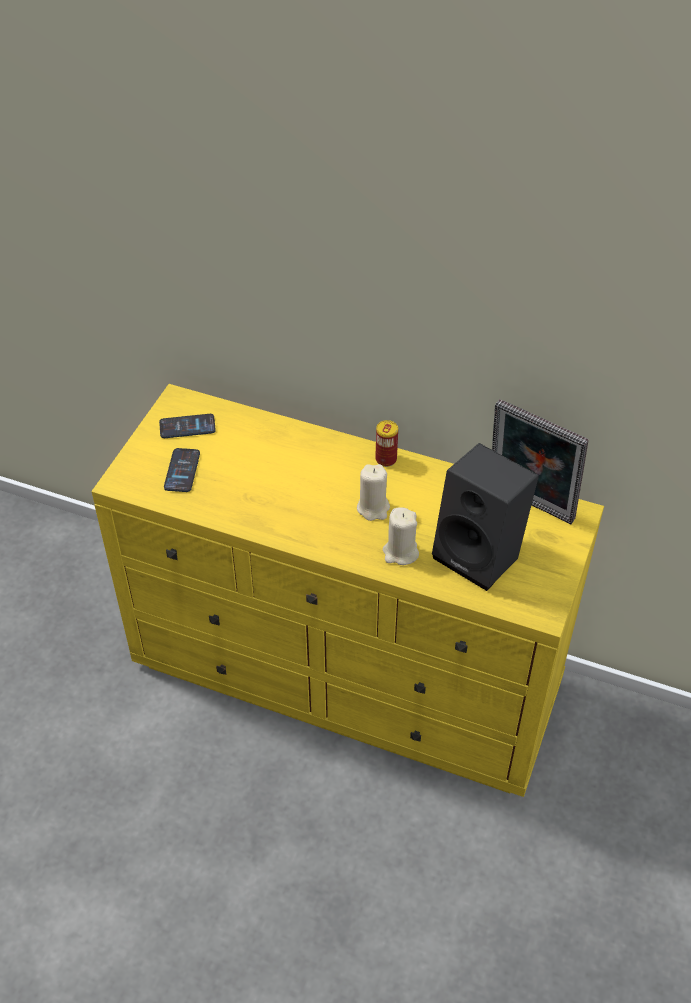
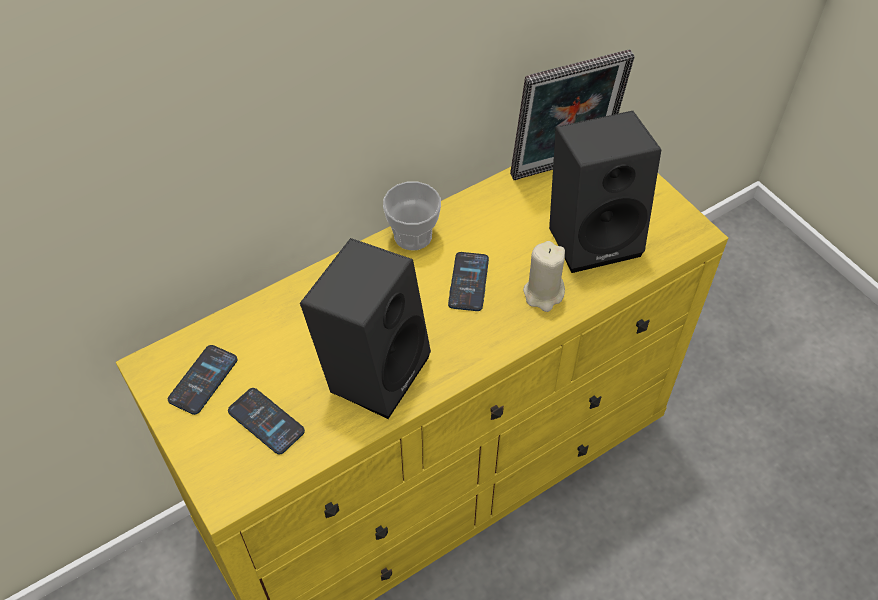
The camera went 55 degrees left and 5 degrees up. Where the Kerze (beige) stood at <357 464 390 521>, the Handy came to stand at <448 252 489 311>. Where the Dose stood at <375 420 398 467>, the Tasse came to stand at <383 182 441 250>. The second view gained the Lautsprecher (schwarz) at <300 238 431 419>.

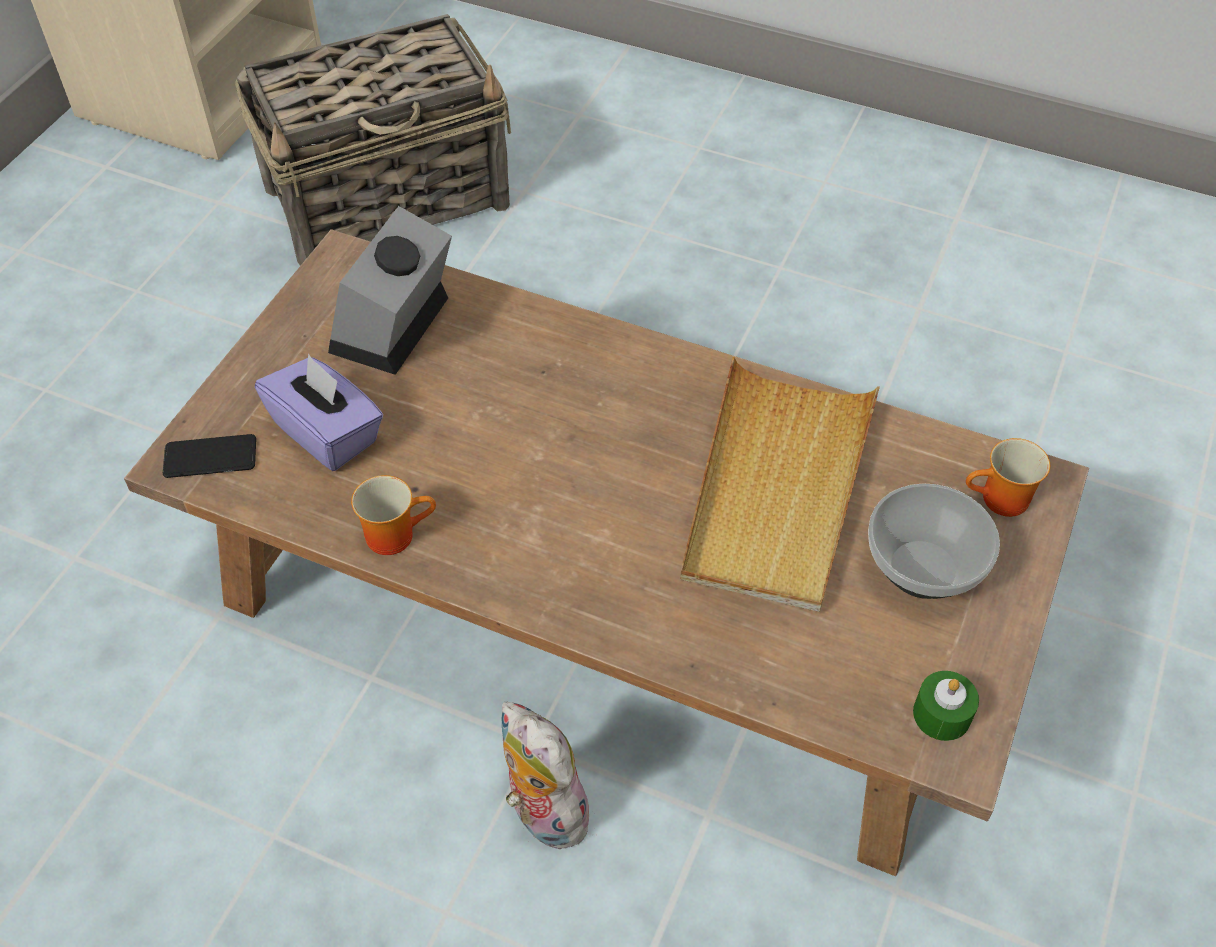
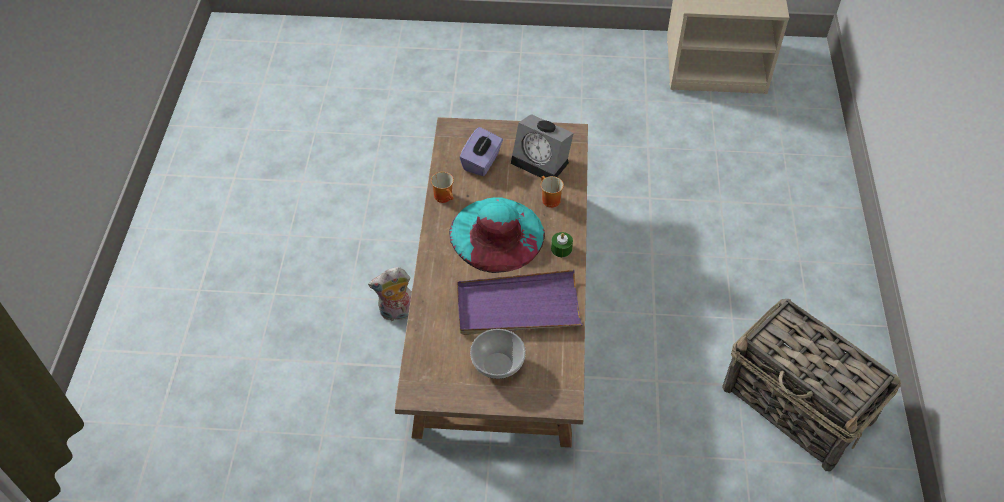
The camera went 70 degrees right and 0 degrees up. The second view lost the Handy at <163 434 256 478>. The Korb ended up elsewhere, having gone from <235 14 511 266> to <722 299 901 472>. The Wecker at <328 206 452 375> ended up facing another way, 150 degrees counterclockwise from before. The Plüschtier at <501 702 590 849> ended up facing another way, 135 degrees counterclockwise from before. What was the Tablett (beige) at <680 357 880 612> turned into the Tablett (lila) at <457 270 583 335>. The Kerze (grün) ended up elsewhere, having gone from <913 671 979 741> to <551 232 573 257>. The Henkelbecher ended up elsewhere, having gone from <966 438 1050 517> to <541 176 564 208>. The second view gained the Hut (türkis) at <449 197 545 273>.

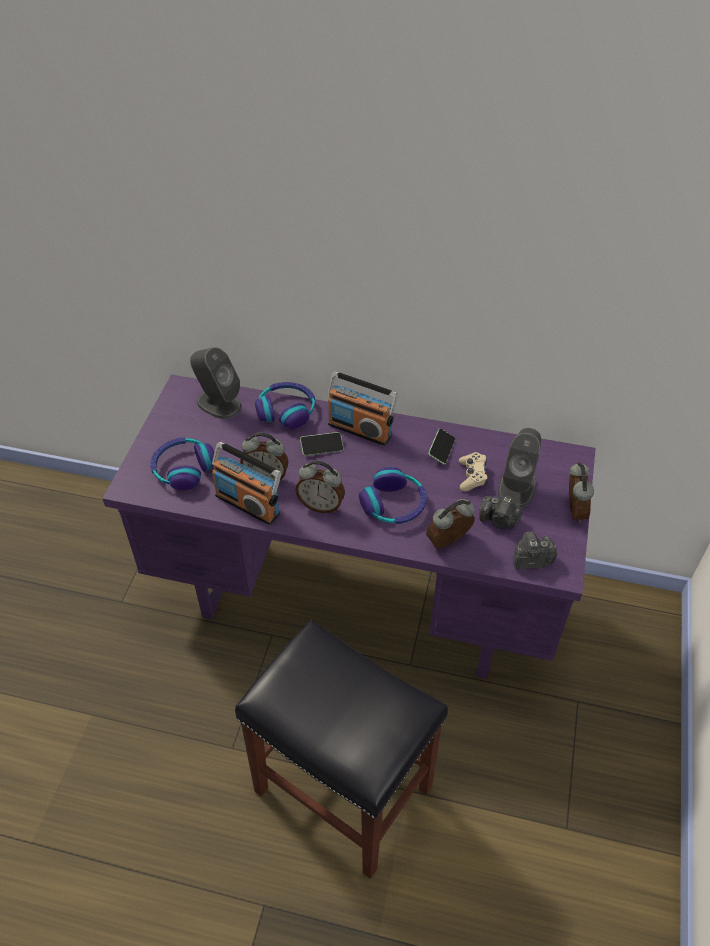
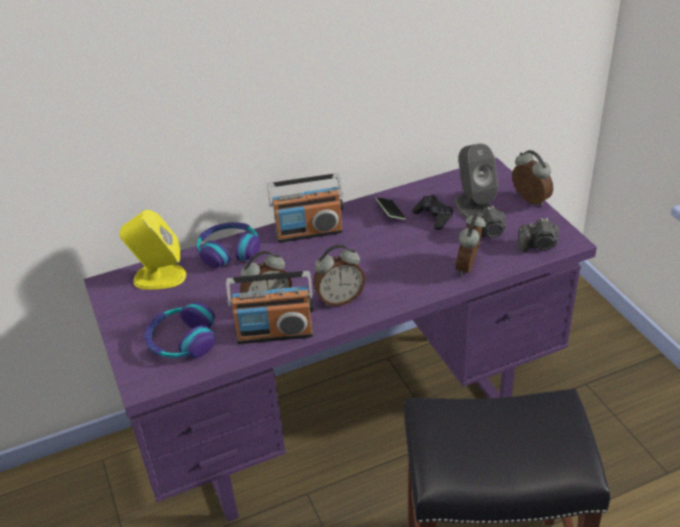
The camera went 35 degrees left and 10 degrees down. What was the Lautsprecher (grau) at <190 347 242 419> turned into the Lautsprecher (gelb) at <120 210 186 290>. The second view lost the Handy at <300 432 344 456>. The second view lost the Kopfhörer at <359 467 427 524>. What was the Gamepad (beige) at <459 452 488 491> turned into the Gamepad (schwarz) at <412 195 453 230>. The Kamera at <513 531 557 570> ended up facing another way, 135 degrees counterclockwise from before.

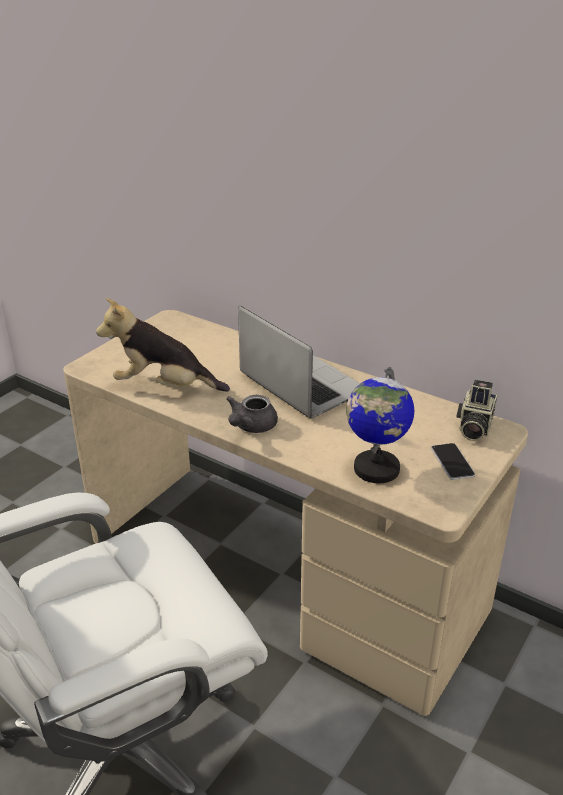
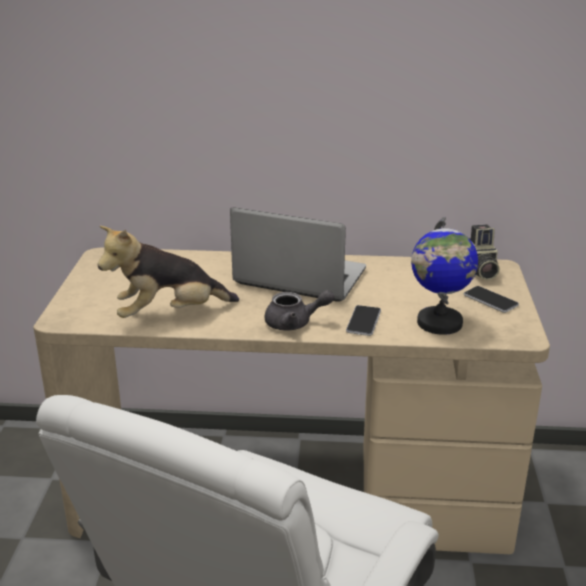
The camera went 30 degrees left and 5 degrees down. The Teekanne (grau) at <226 395 278 433> ended up facing another way, 90 degrees counterclockwise from before. The second view gained the Handy at <346 305 381 336>.

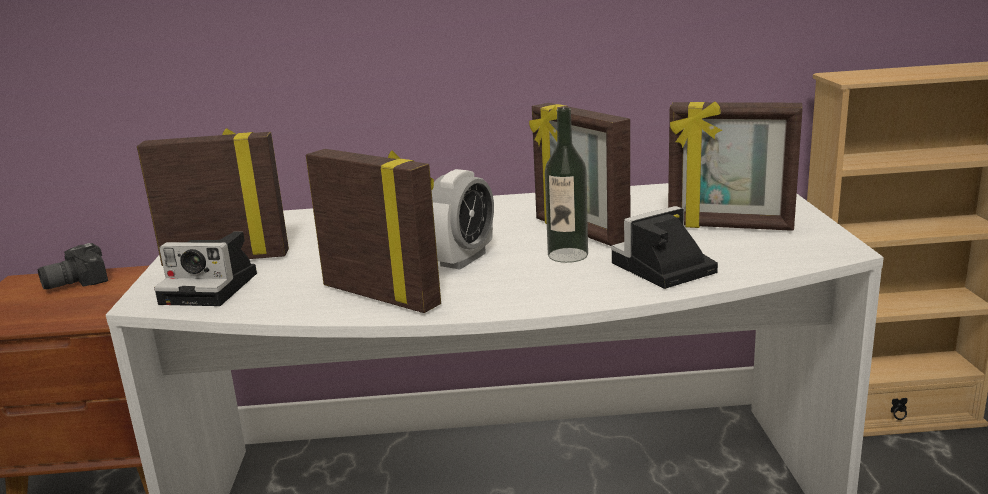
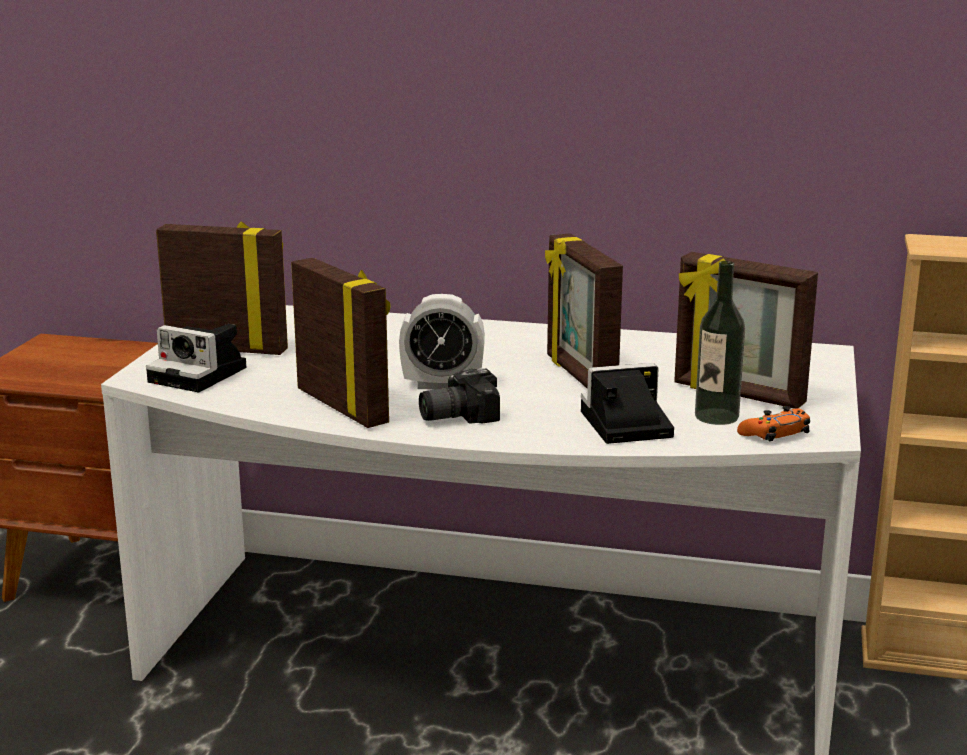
The camera went 15 degrees right and 0 degrees up. The Kamera ended up elsewhere, having gone from <38 243 108 290> to <419 368 500 424>. The Wecker at <432 169 494 270> ended up facing another way, 45 degrees clockwise from before. The Flasche ended up elsewhere, having gone from <545 108 588 263> to <695 261 745 425>. The second view gained the Gamepad (orange) at <737 406 810 442>.

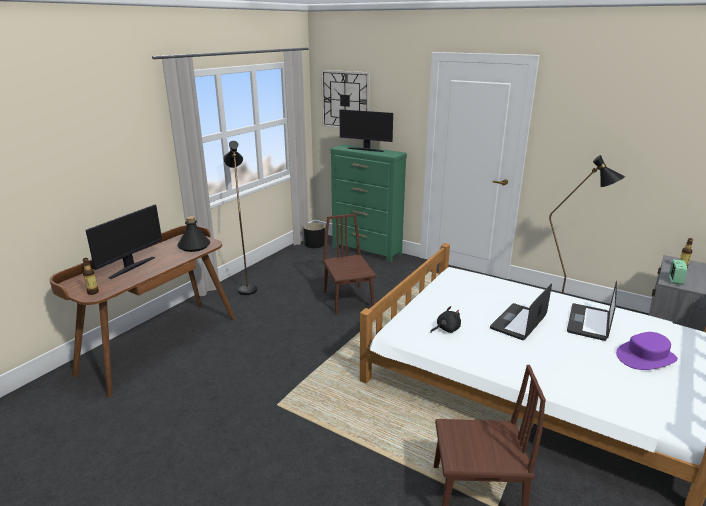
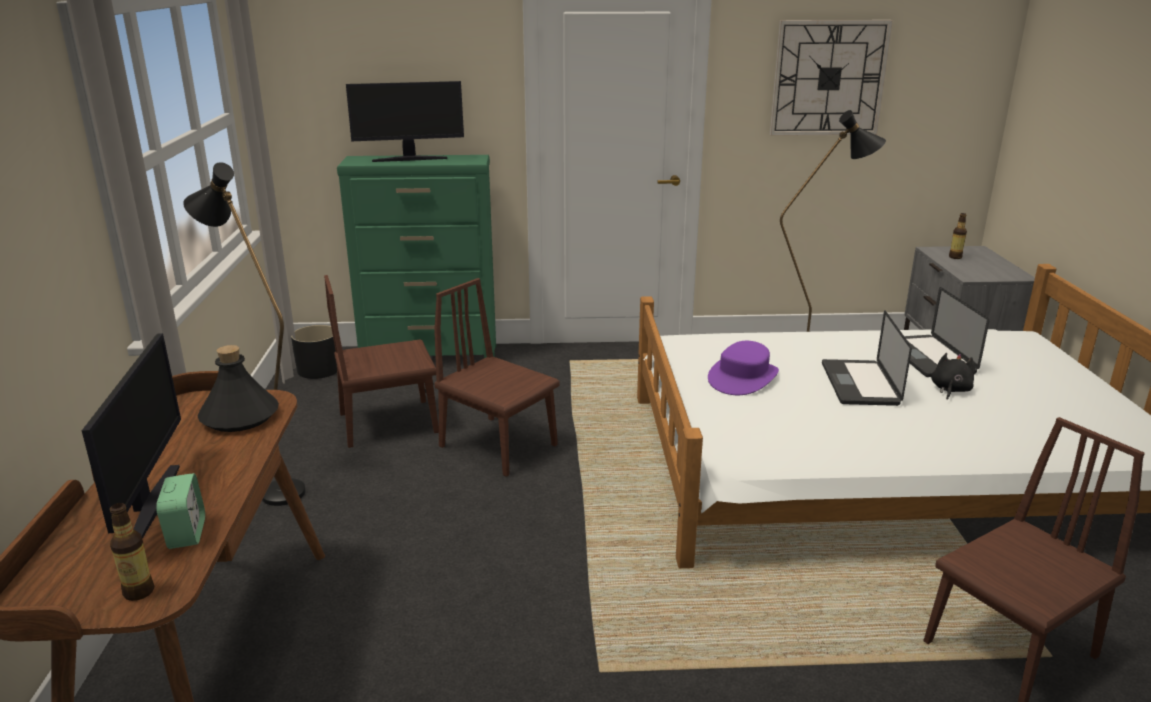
The camera went 35 degrees left and 0 degrees up. The Wanduhr ended up elsewhere, having gone from <321 70 370 129> to <770 20 893 136>. The Plüschtier (schwarz) ended up elsewhere, having gone from <430 306 461 333> to <931 353 975 400>. The Hut (lila) ended up elsewhere, having gone from <616 332 678 370> to <708 341 779 395>. The Wecker ended up elsewhere, having gone from <669 259 687 285> to <156 473 205 549>. The second view gained the Stuhl (braun) at <324 275 439 448>.

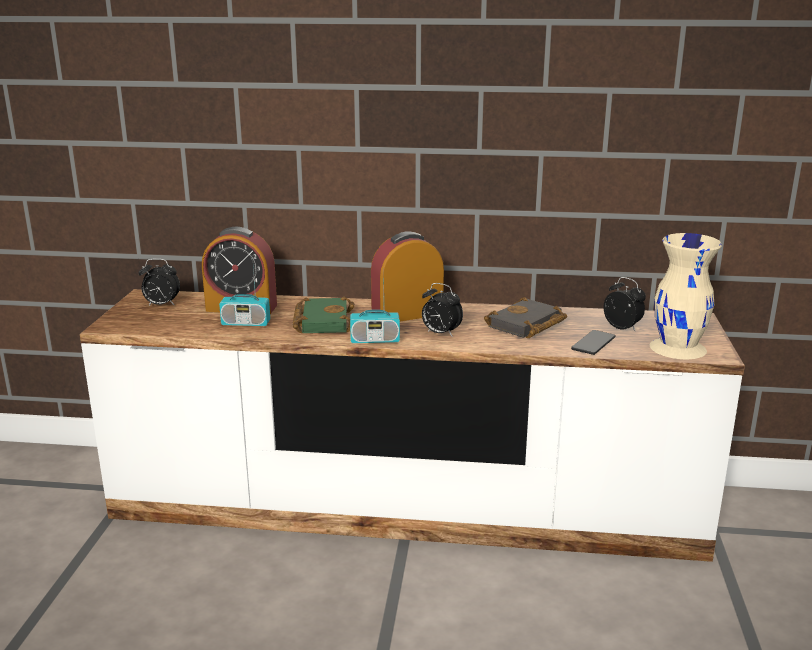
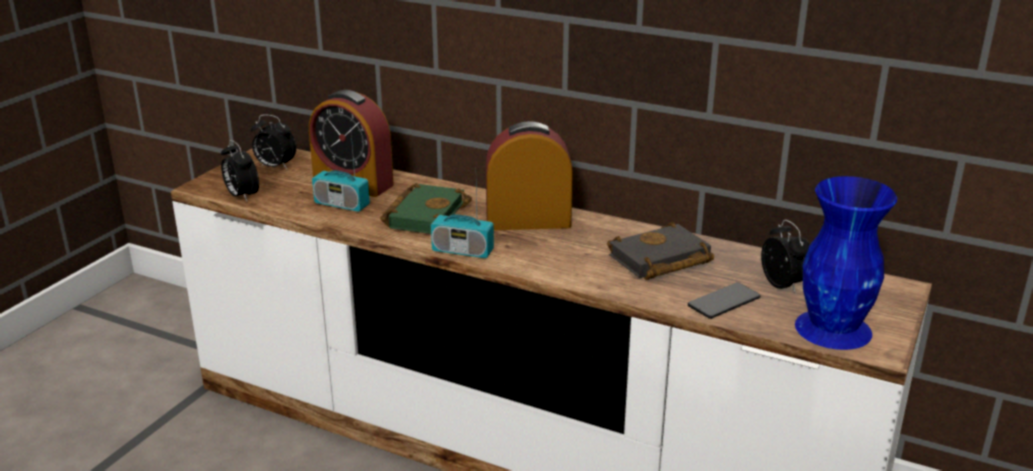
The camera went 20 degrees right and 5 degrees up. The Wecker ended up elsewhere, having gone from <422 283 463 337> to <221 140 259 202>. What was the Vase (beige) at <650 233 722 359> turned into the Vase (blau) at <795 176 897 350>.

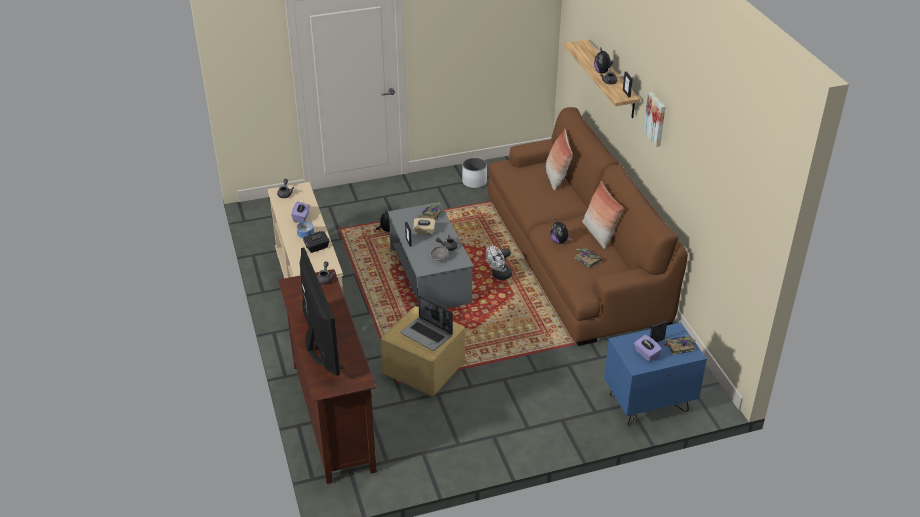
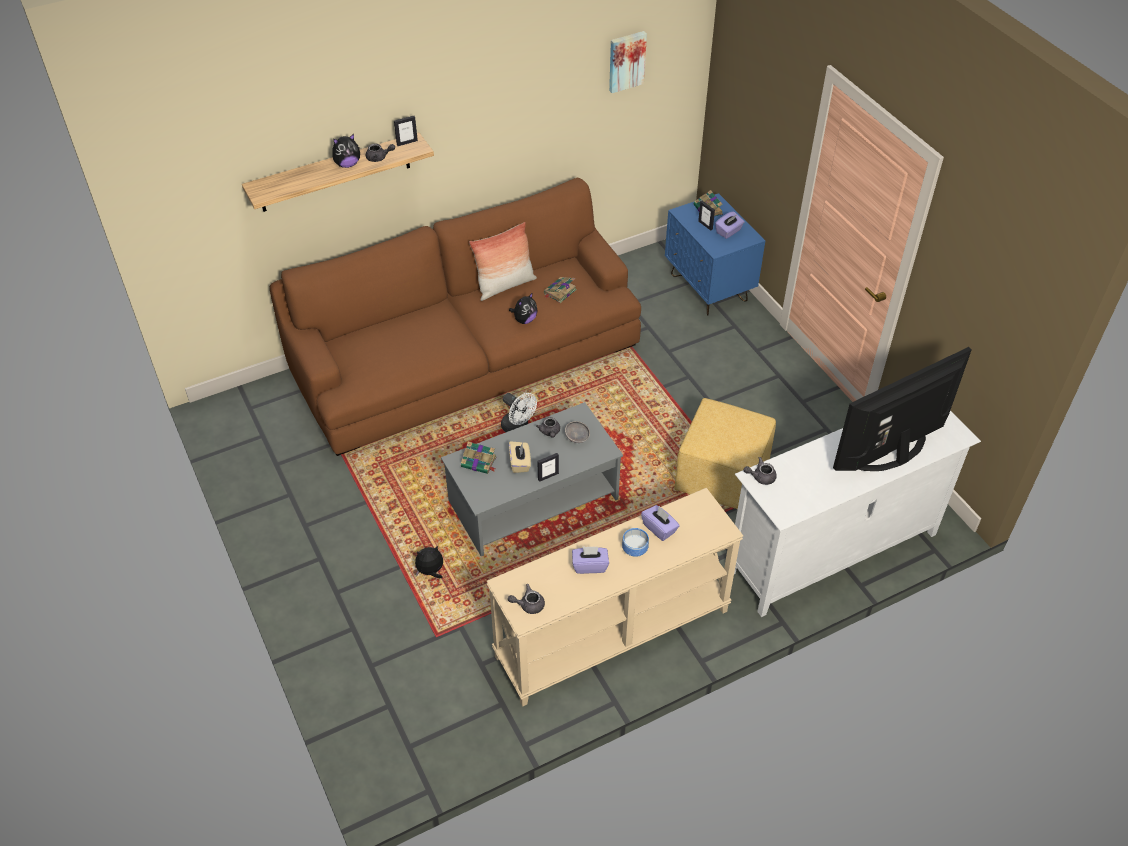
The camera went 100 degrees left and 10 degrees up. What was the Fernsehschrank (braun) at <278 269 377 484> turned into the Fernsehschrank (weiß) at <734 410 981 617>. What was the Taschentuchbox (schwarz) at <303 231 330 253> turned into the Taschentuchbox (lila) at <641 505 680 541>. The second view lost the Laptop at <400 295 453 351>. The second view lost the Pflanzkübel (weiß) at <462 158 487 188>. The second view lost the Kissen at <546 129 572 191>. The Bild ended up elsewhere, having gone from <643 92 665 147> to <609 31 647 93>.

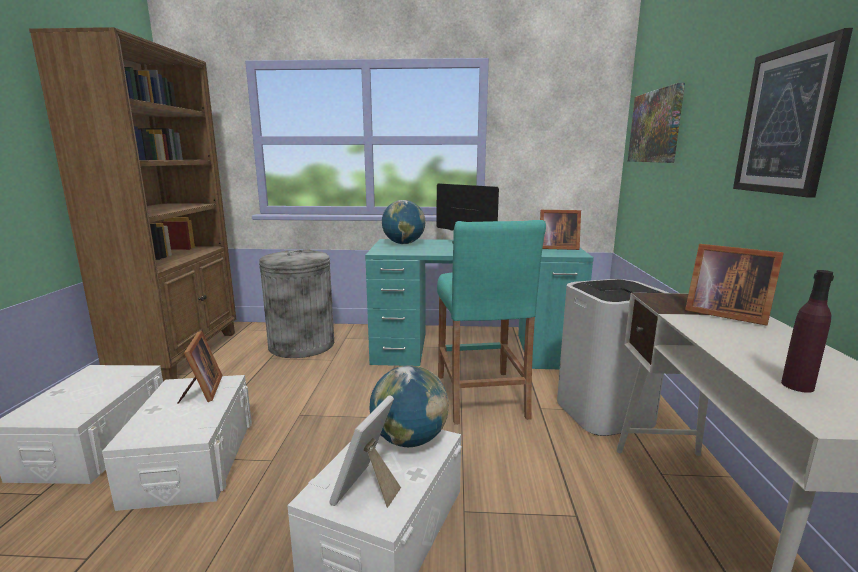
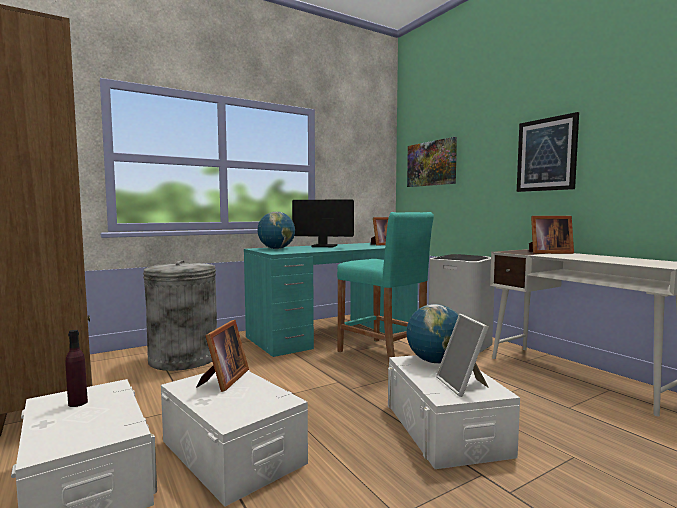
The camera went 35 degrees left and 10 degrees down. The Bilderrahmen at <178 331 223 403> ended up facing another way, 60 degrees clockwise from before. The Flasche (lila) ended up elsewhere, having gone from <781 270 834 393> to <66 330 88 407>.

